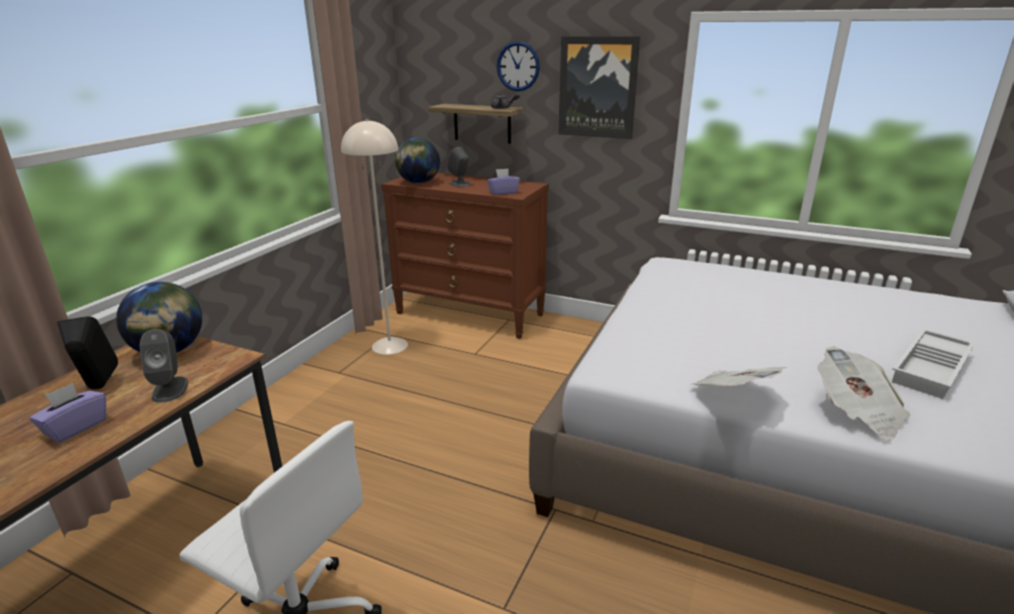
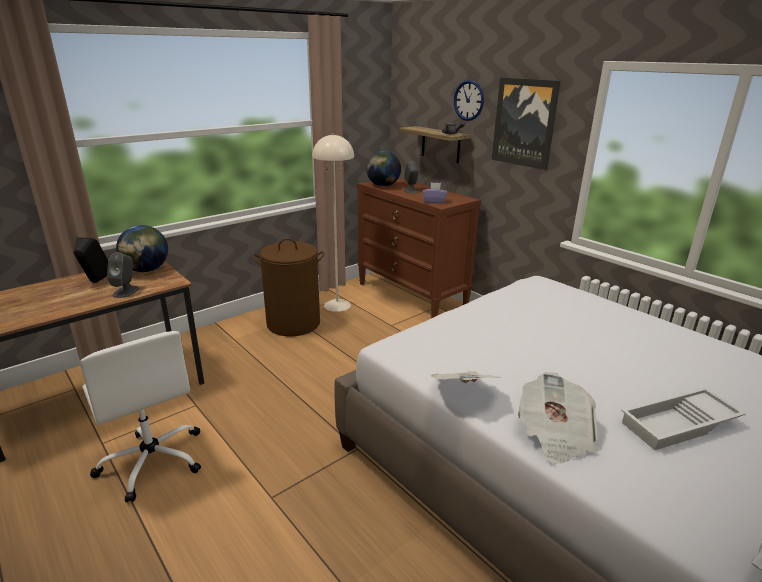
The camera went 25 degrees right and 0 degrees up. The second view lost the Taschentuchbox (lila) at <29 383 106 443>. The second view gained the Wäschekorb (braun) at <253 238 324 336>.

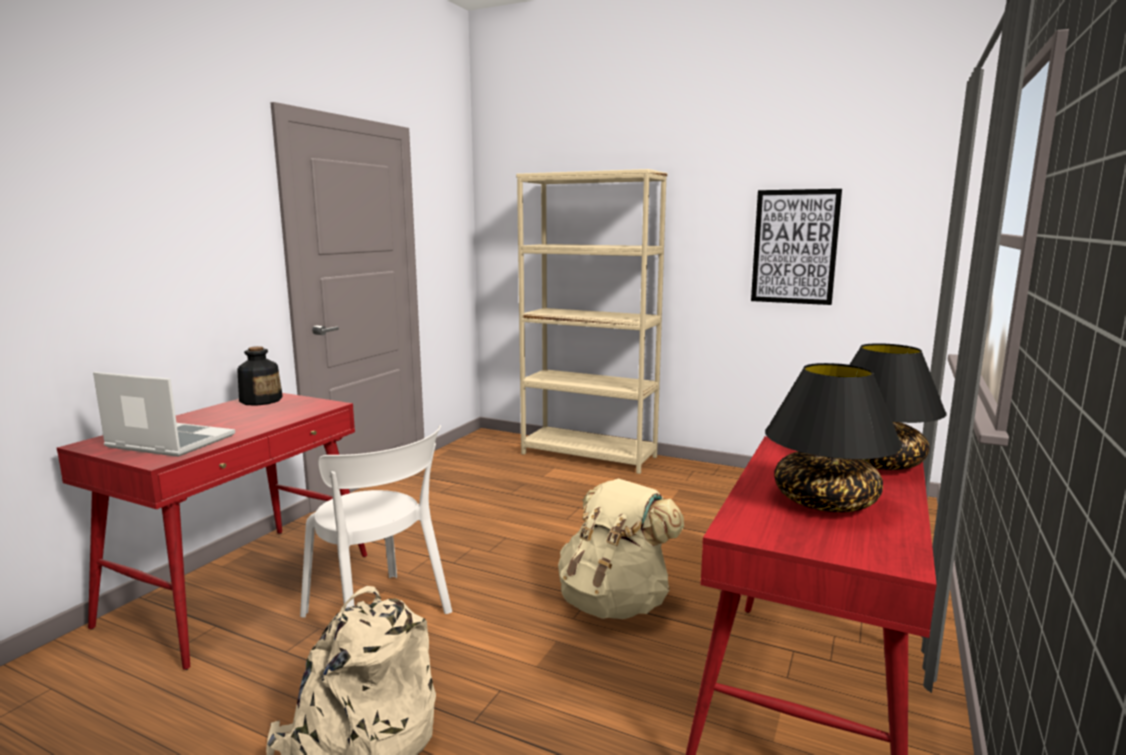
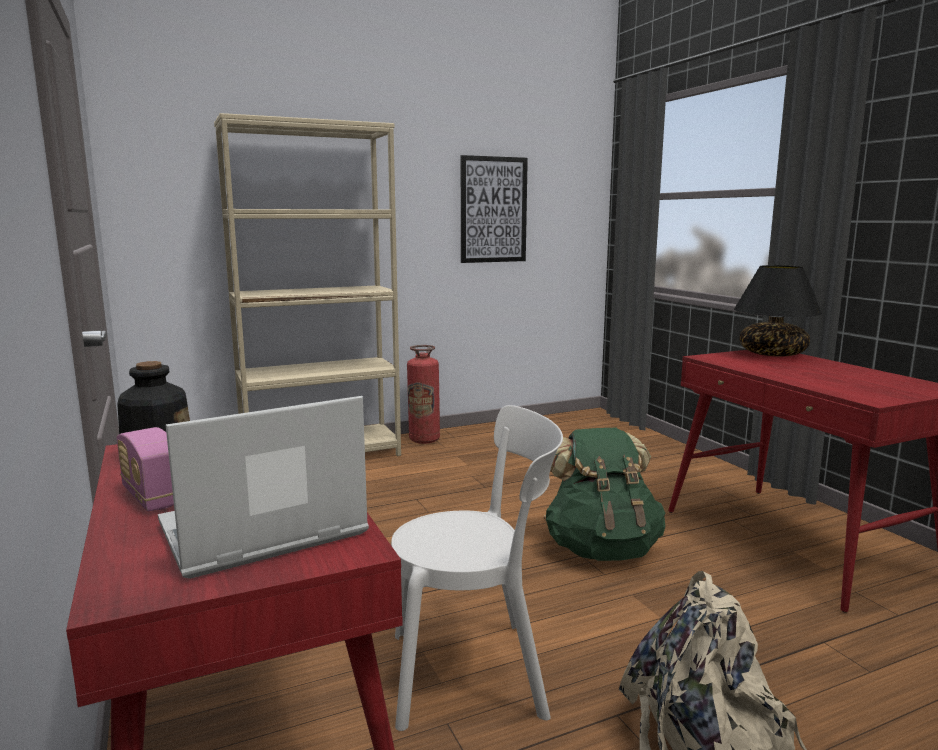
The camera went 50 degrees left and 0 degrees up. What was the Rucksack (beige) at <558 478 684 619> turned into the Rucksack (grün) at <544 428 666 561>. The second view lost the Tischlampe (schwarz) at <765 363 902 512>. The second view gained the Radio at <117 427 174 512>. The second view gained the Feuerlöscher at <407 345 440 444>.

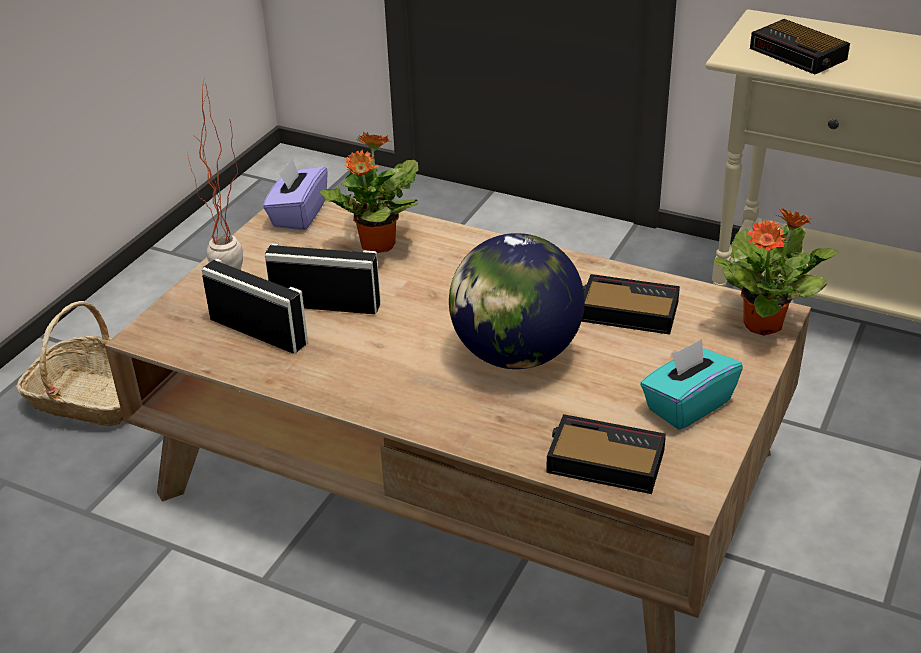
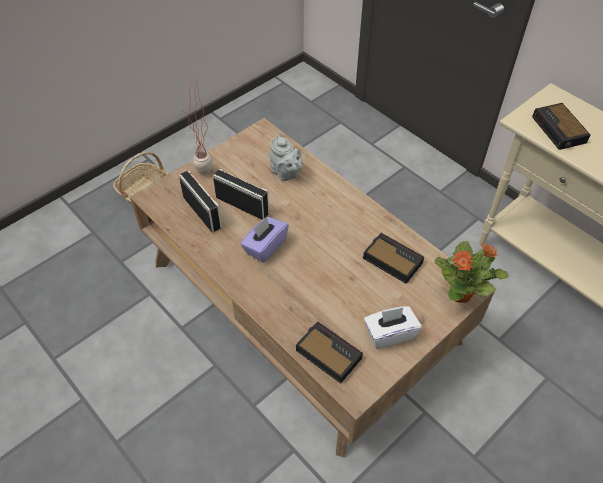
The camera went 20 degrees right and 15 degrees up. The Taschentuchbox (lila) ended up elsewhere, having gone from <263 158 328 231> to <240 217 289 263>. Where the Topfpflanze stood at <320 132 418 253>, the Teekanne (grau) came to stand at <269 135 303 181>. The second view lost the Globus at <449 233 584 369>. What was the Taschentuchbox (türkis) at <640 339 743 430> turned into the Taschentuchbox (weiß) at <364 306 422 349>.

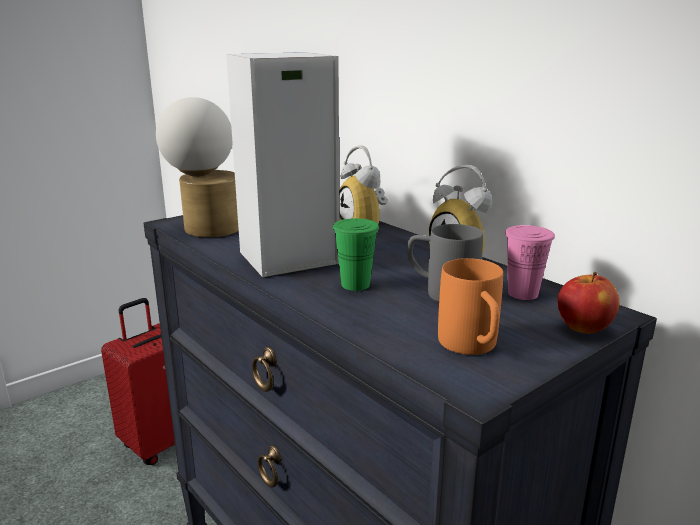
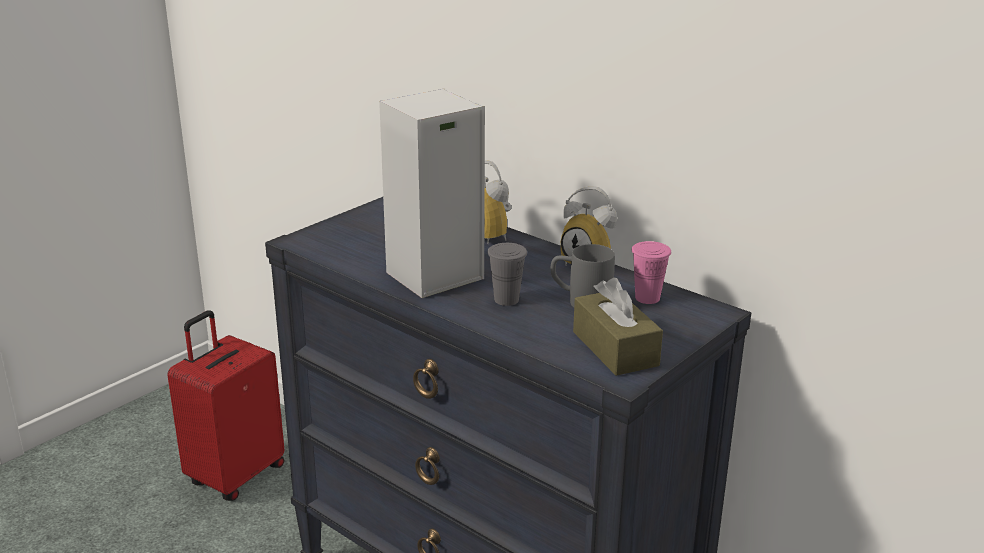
The camera went 10 degrees left and 5 degrees up. The second view lost the Tischlampe at <156 97 239 237>. What was the Tasse (grün) at <333 218 379 291> turned into the Tasse (grau) at <488 243 527 306>. Where the Henkelbecher (orange) stood at <438 258 503 355>, the Taschentuchbox (braun) came to stand at <573 277 663 376>. The second view lost the Apfel at <557 272 620 334>.

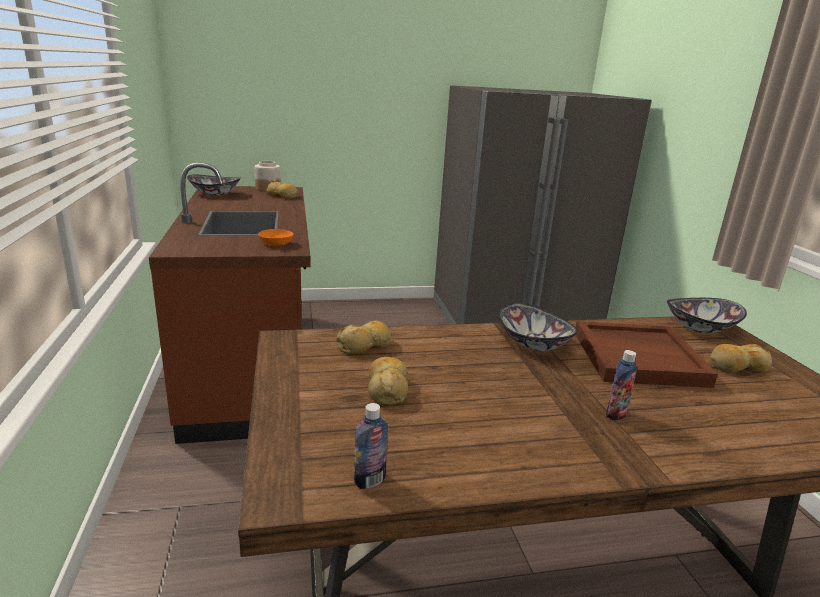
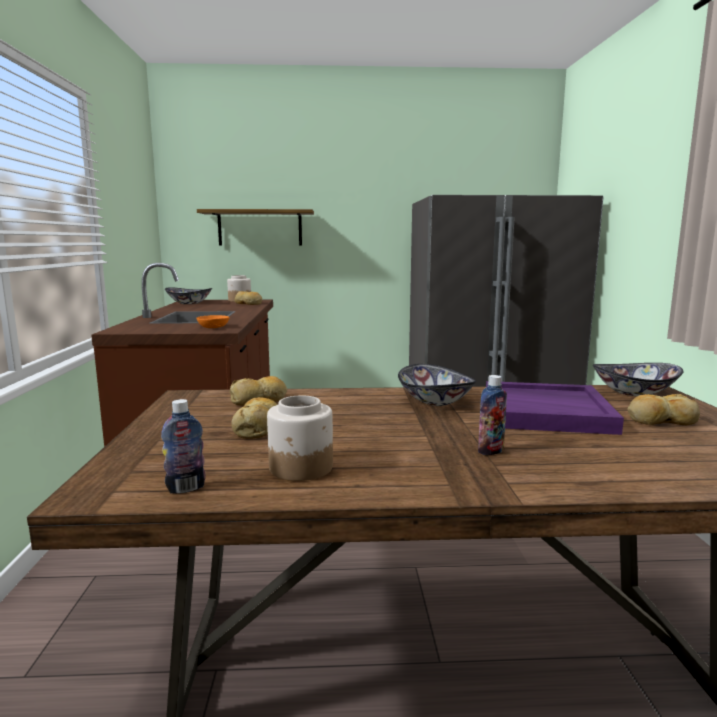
The camera went 10 degrees right and 10 degrees down. What was the Tablett (braun) at <576 321 718 388> turned into the Tablett (lila) at <486 381 624 435>. The second view gained the Wandregal at <197 209 314 245>. The second view gained the Vorratsglas at <267 396 333 481>.

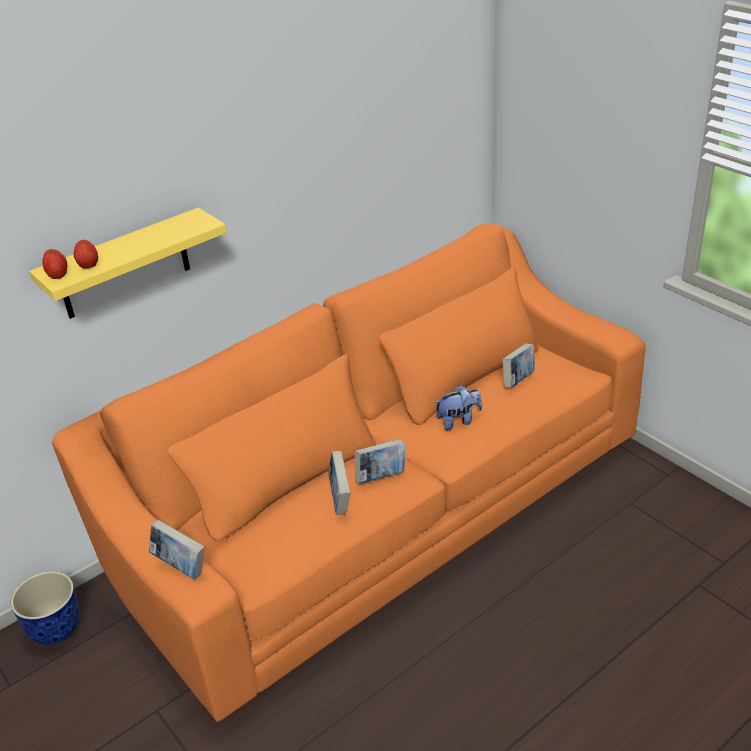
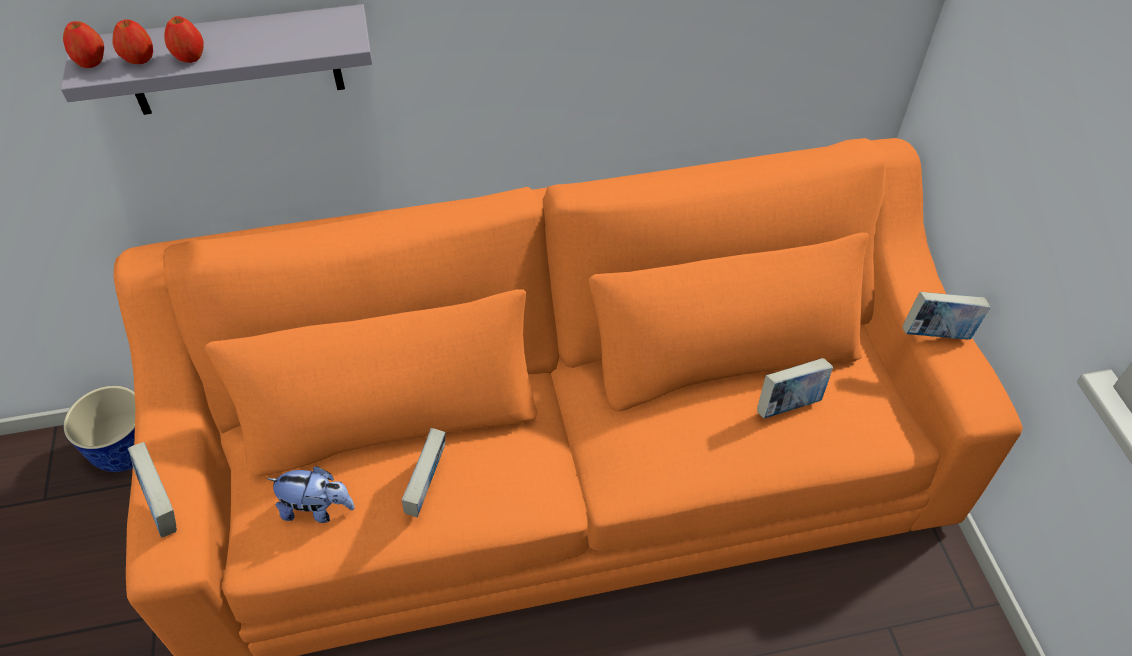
The camera went 25 degrees right and 15 degrees up. What was the Wandregal (gelb) at <29 208 227 319> turned into the Wandregal (grau) at <61 4 372 115>. The Buch ended up elsewhere, having gone from <355 439 405 484> to <902 292 990 340>. The Plüschtier ended up elsewhere, having gone from <435 385 482 430> to <267 466 355 523>. The second view gained the Apfel at <164 16 204 63>.

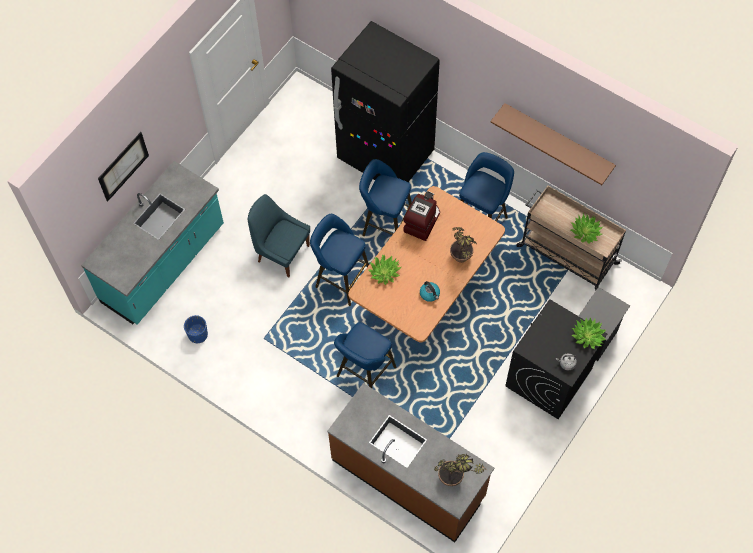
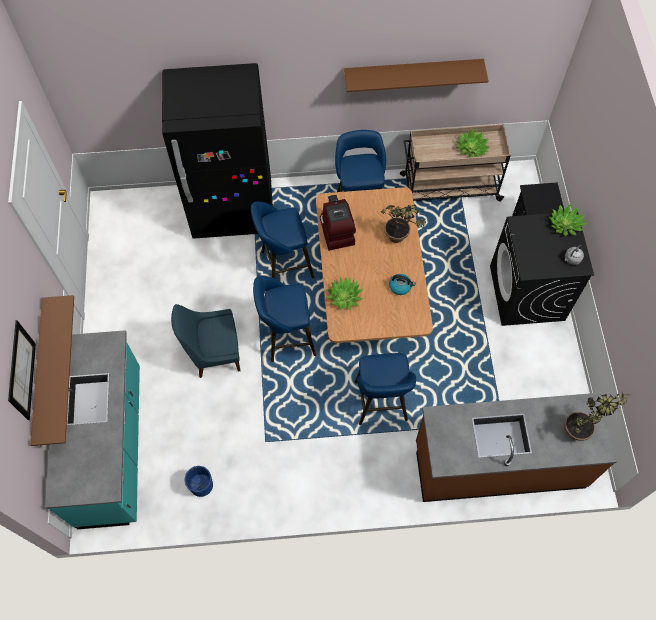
The camera went 40 degrees left and 0 degrees up. The second view gained the Wandregal (braun) at <30 295 74 446>.

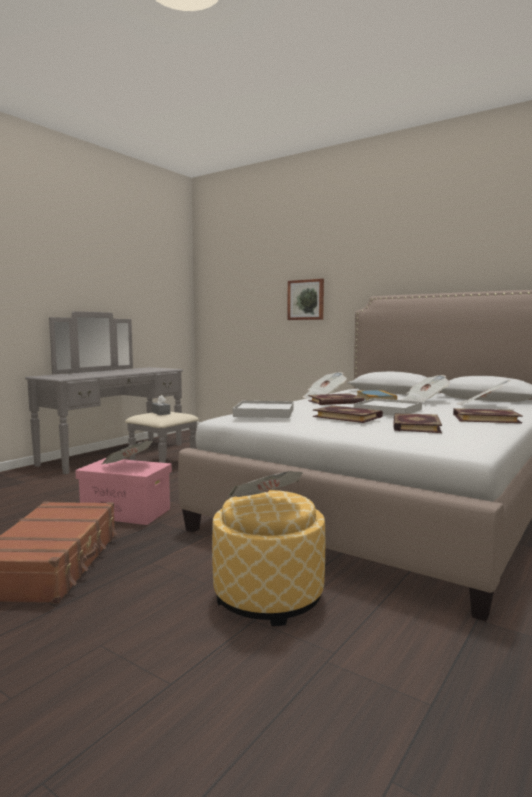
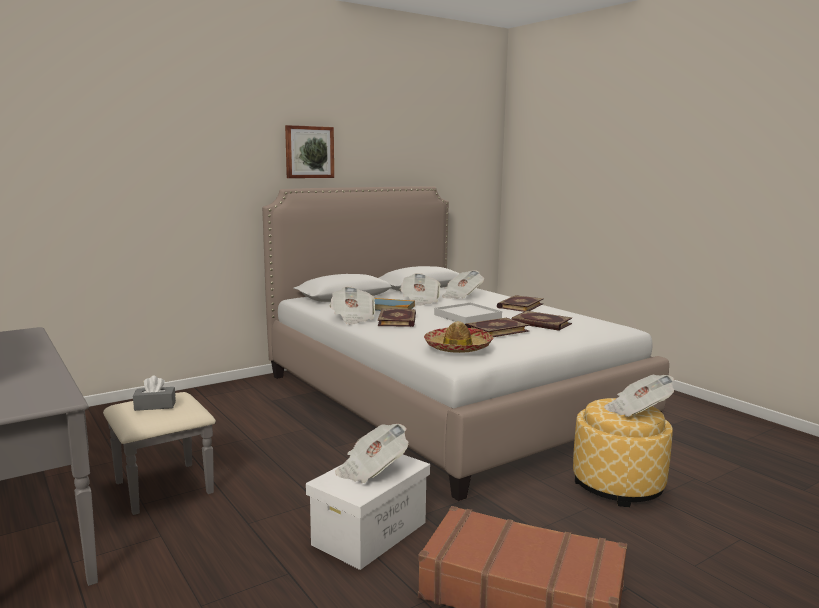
The camera went 70 degrees left and 5 degrees up. What was the Aufbewahrungsbox (rosa) at <75 458 172 525> turned into the Aufbewahrungsbox (weiß) at <306 455 430 570>. Where the Tablett (weiß) stood at <233 401 294 418>, the Hut came to stand at <424 321 493 353>. The Bild ended up elsewhere, having gone from <287 279 324 320> to <285 125 334 178>.

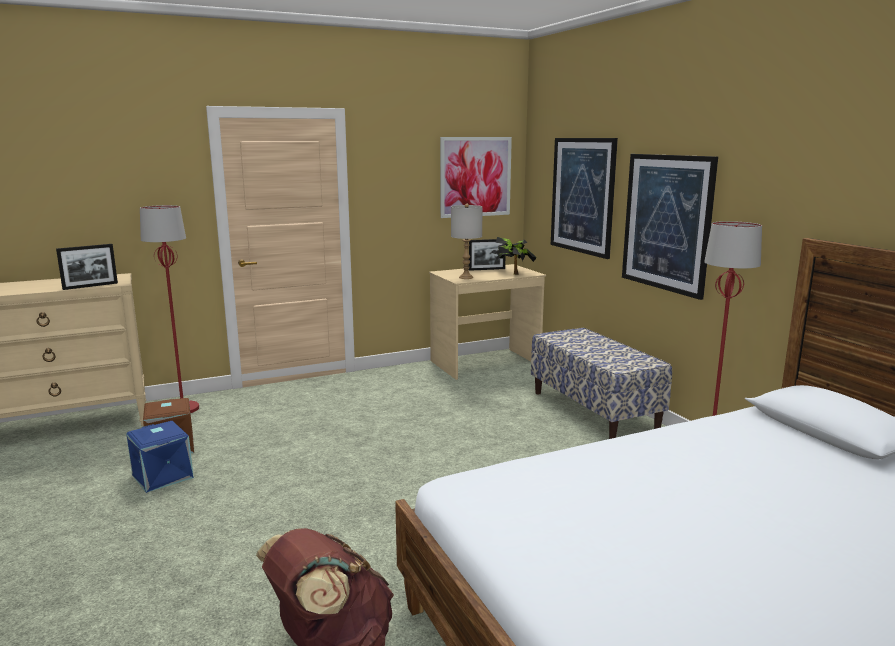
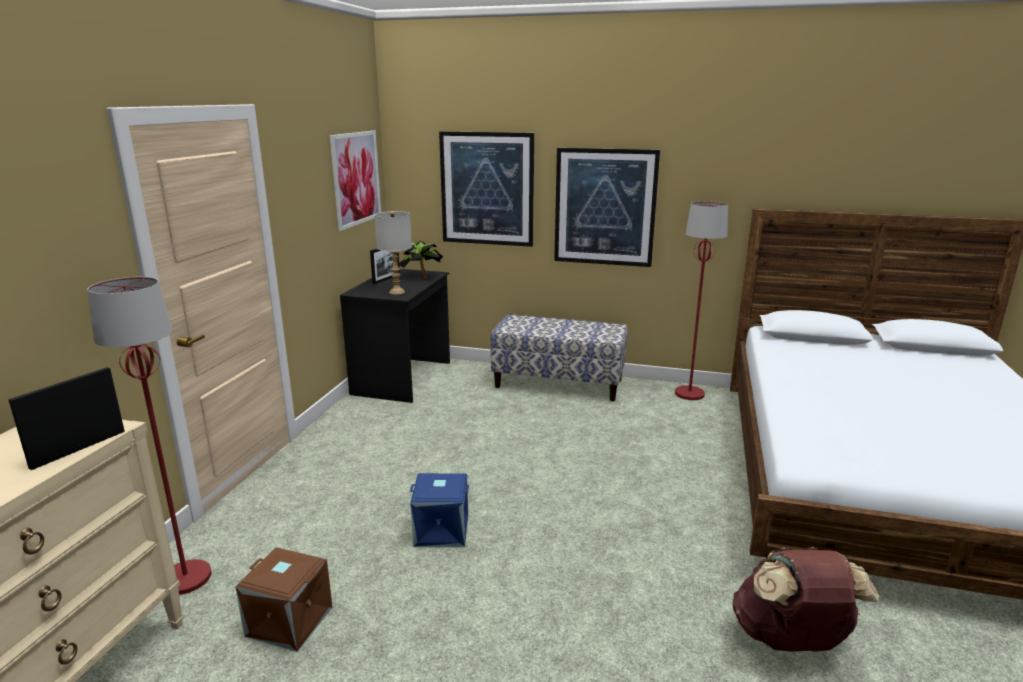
The camera went 50 degrees left and 5 degrees up. The Bilderrahmen at <56 244 118 290> ended up facing another way, 150 degrees counterclockwise from before. The Aufbewahrungsbox (blau) ended up elsewhere, having gone from <126 421 194 493> to <410 473 469 547>. What was the Schreibtisch (beige) at <429 264 546 380> turned into the Schreibtisch (schwarz) at <340 269 450 403>.

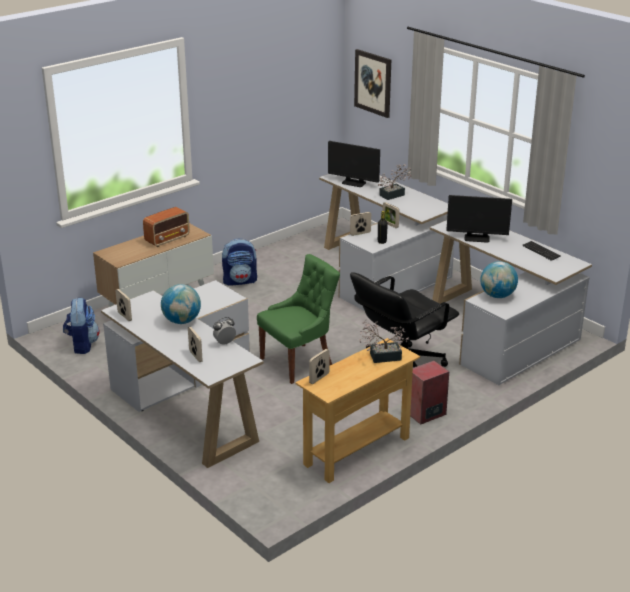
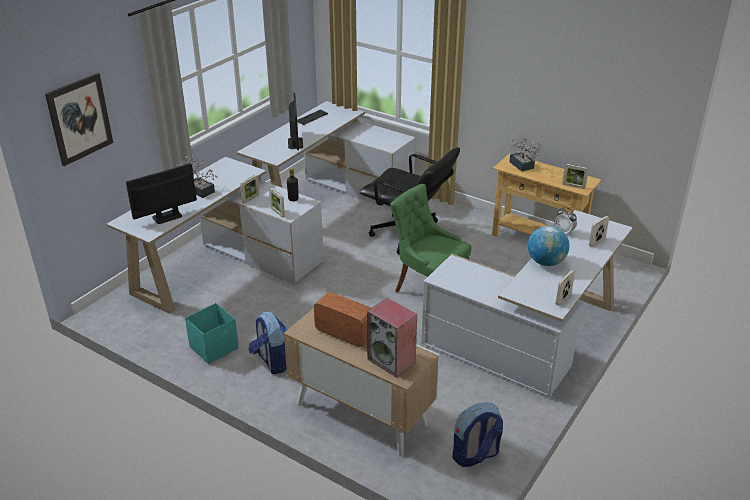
The camera went 105 degrees left and 5 degrees up. The Monitor at <328 141 380 187> ended up facing another way, 135 degrees counterclockwise from before. The Lautsprecher ended up elsewhere, having gone from <410 360 449 425> to <367 298 417 377>. The second view lost the Globus at <480 261 518 298>. The second view gained the Aufbewahrungsbox (türkis) at <185 303 239 364>.

